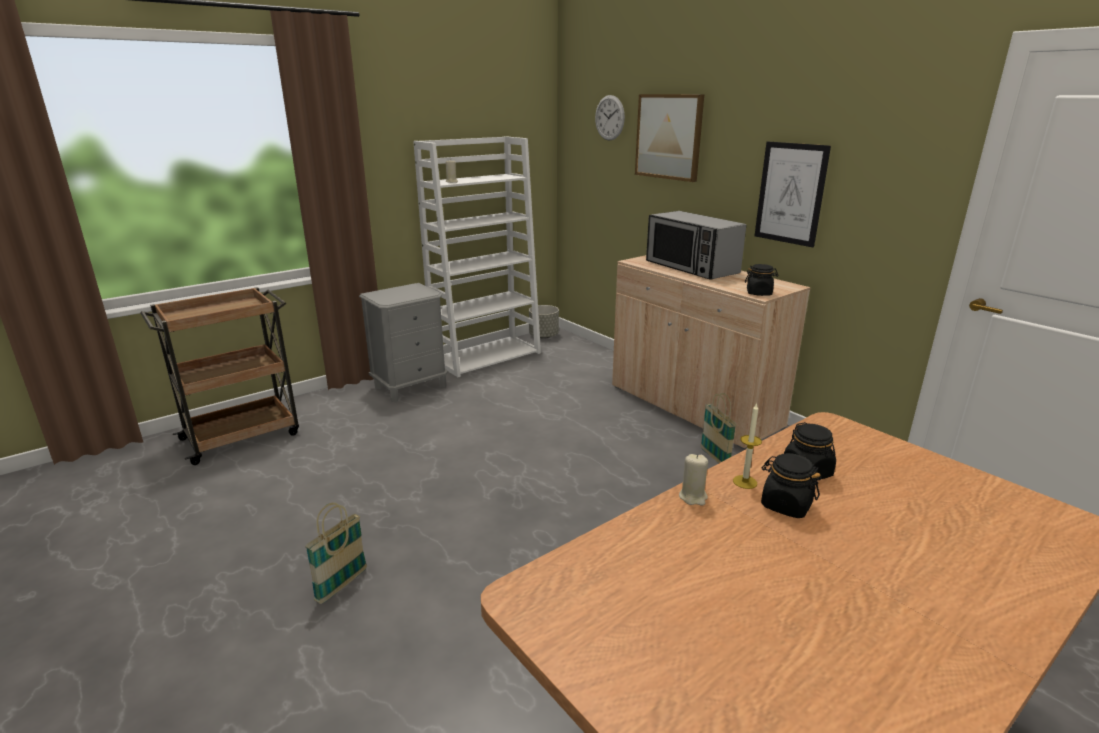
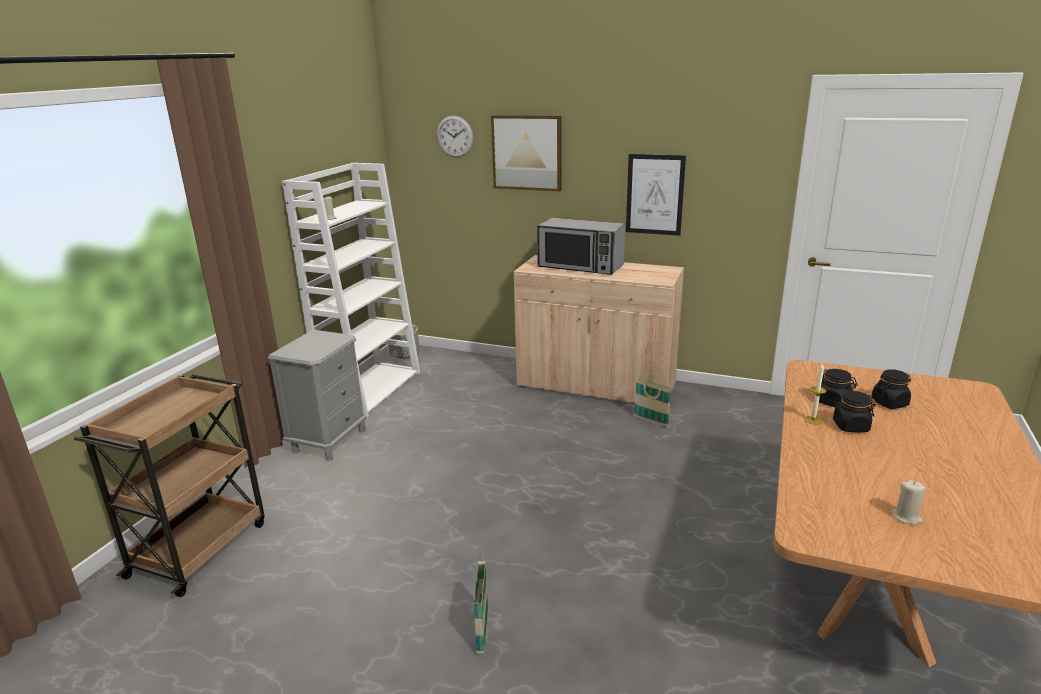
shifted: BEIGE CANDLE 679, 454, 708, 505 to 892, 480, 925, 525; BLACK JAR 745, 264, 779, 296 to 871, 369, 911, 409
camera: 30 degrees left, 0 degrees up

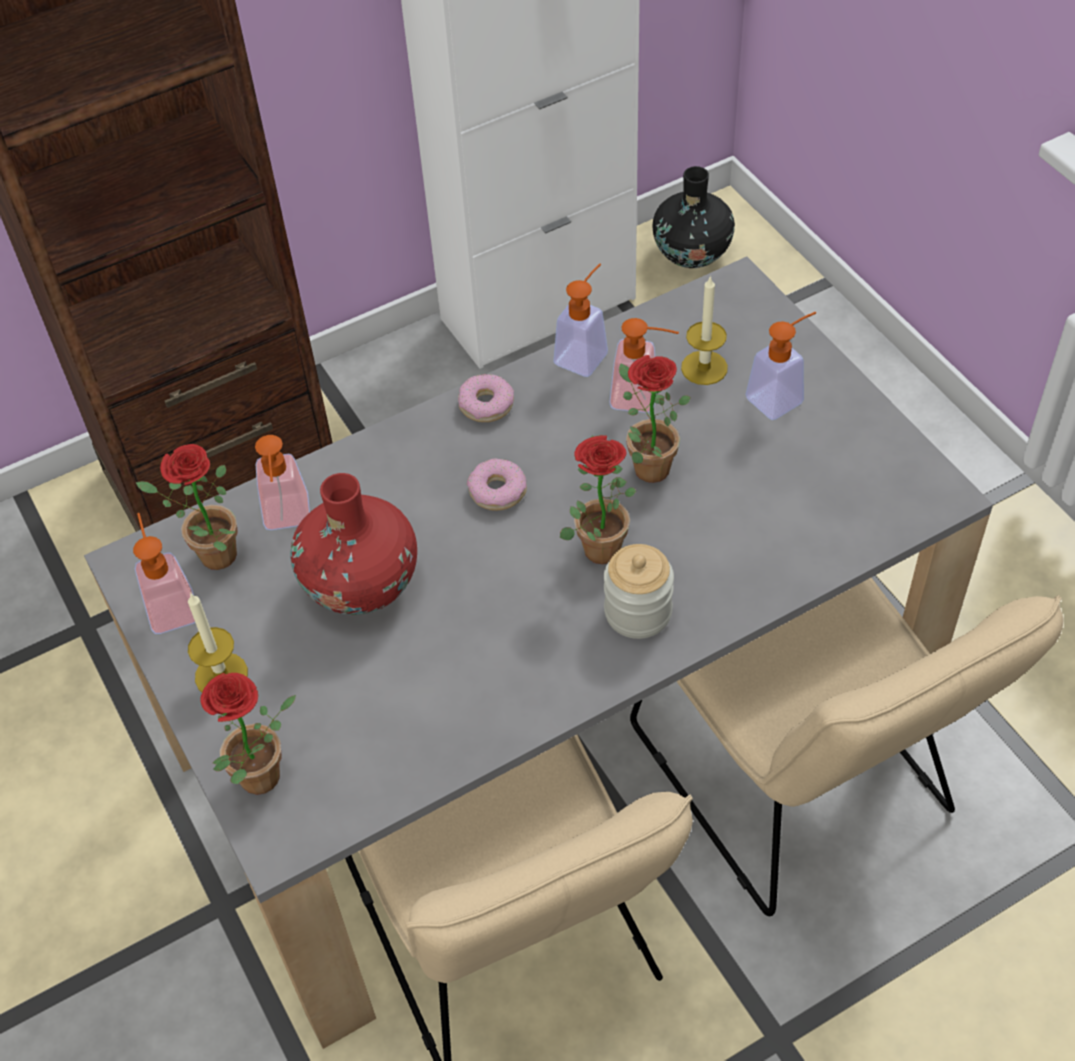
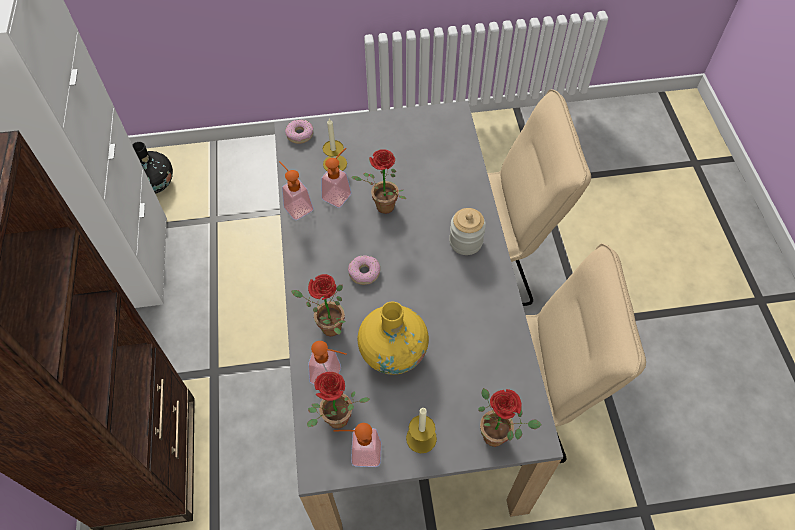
gone: SOAP DISPENSER 745, 312, 816, 420
shifted: DONUT 458, 374, 514, 422 to 285, 120, 313, 144; POTTED PLANT 560, 435, 636, 564 to 291, 274, 345, 336
repainted: RED VASE 291, 473, 417, 615 to YELLOW VASE 357, 302, 429, 375
camera: 70 degrees left, 5 degrees up

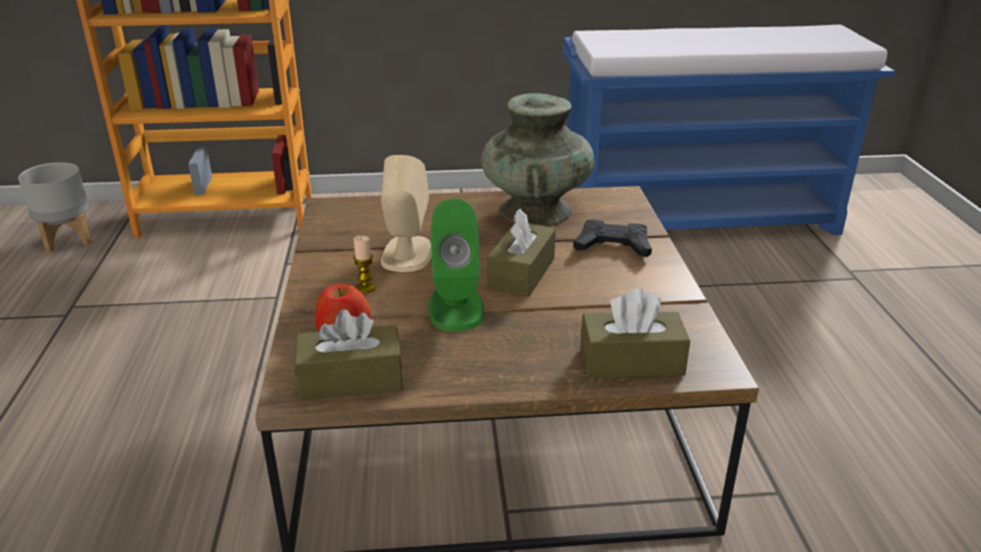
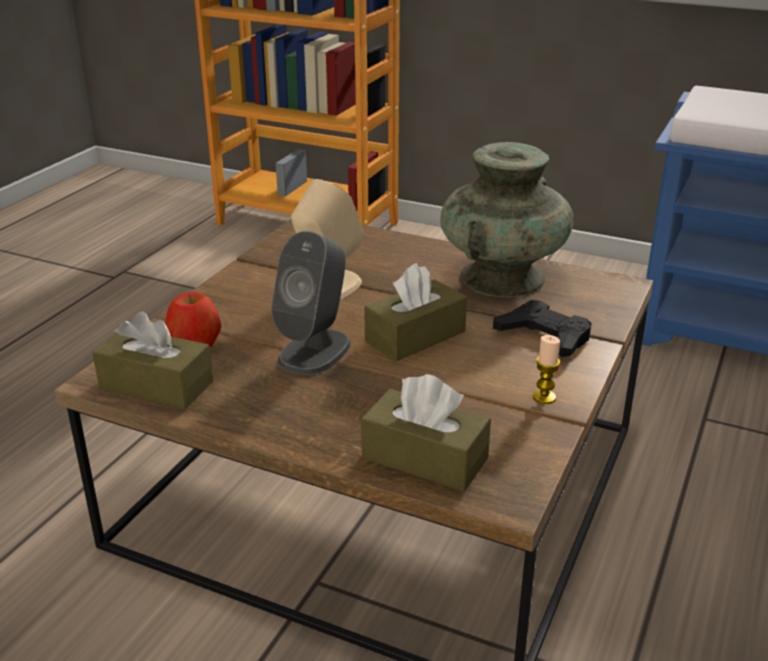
gone: GREY PLANTER 18, 162, 92, 253
shifted: CANDLE 353, 236, 375, 293 to 533, 335, 561, 404
repainted: GREEN SPEAKER 428, 198, 484, 331 to GREY SPEAKER 271, 231, 351, 375
camera: 30 degrees right, 0 degrees up

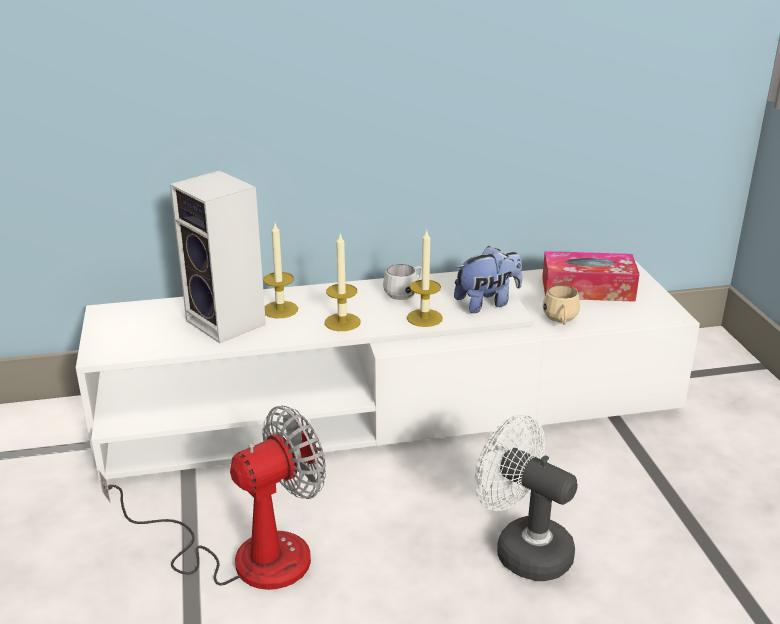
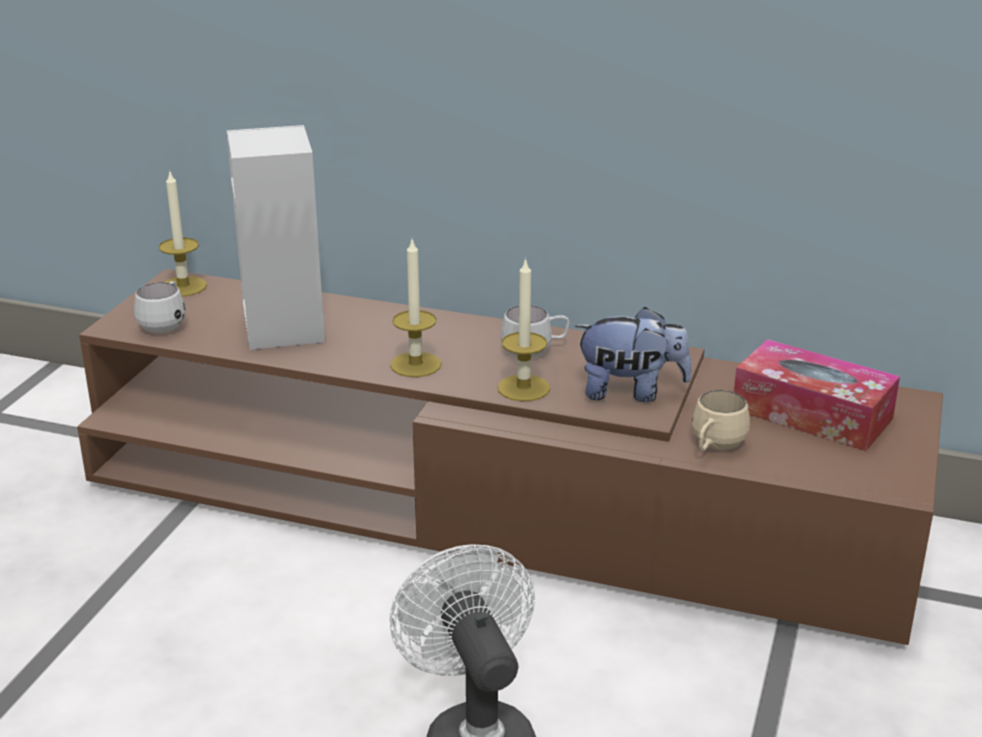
gone: FAN 98, 406, 326, 590
new: WHITE MUG 134, 281, 185, 333
shifted: CANDLE 263, 223, 298, 318 to 159, 172, 207, 297
repainted: WHITE TV STAND 76, 260, 700, 480 to BROWN TV STAND 77, 269, 943, 645
camera: 30 degrees right, 0 degrees up

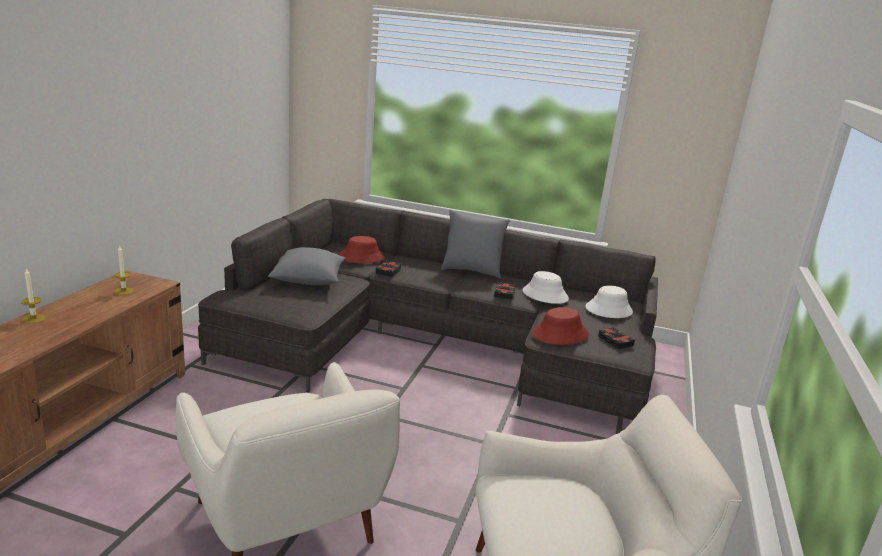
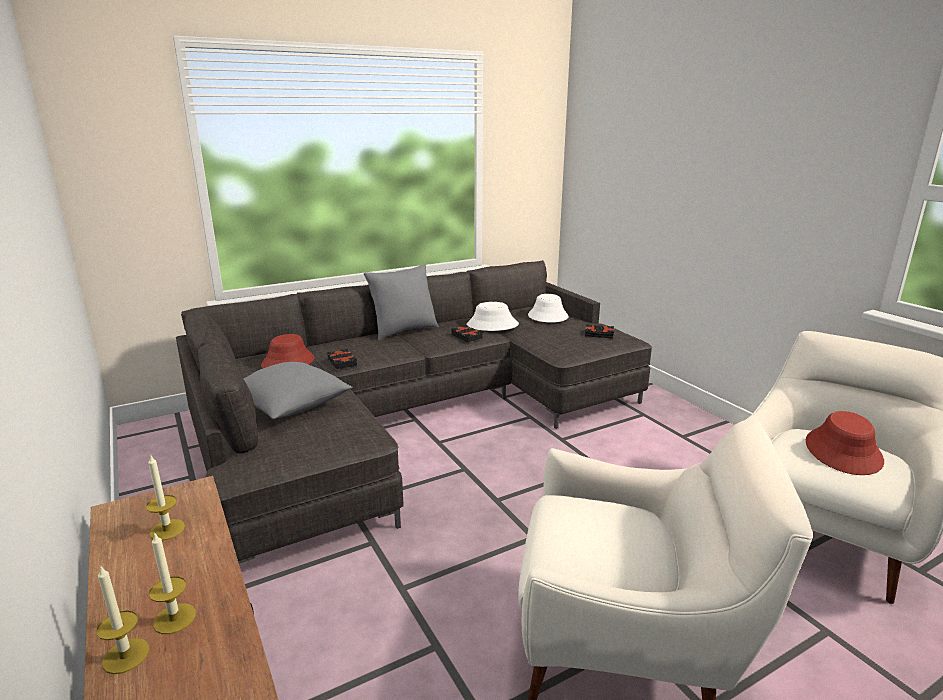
new: CANDLE 149, 534, 196, 634
shifted: RED HAT 532, 307, 589, 345 to 806, 411, 884, 475
camera: 45 degrees left, 0 degrees up

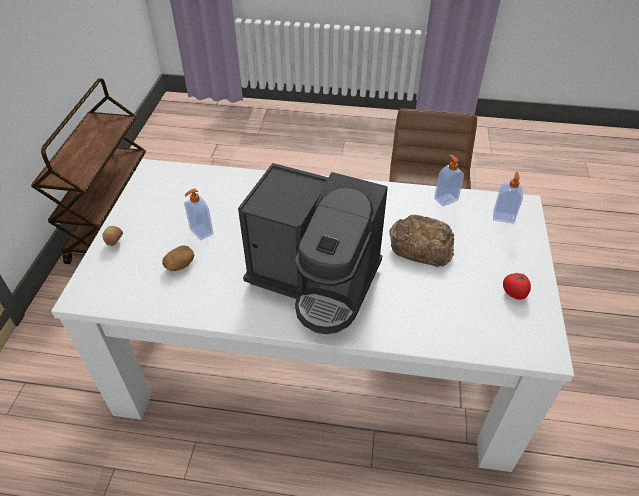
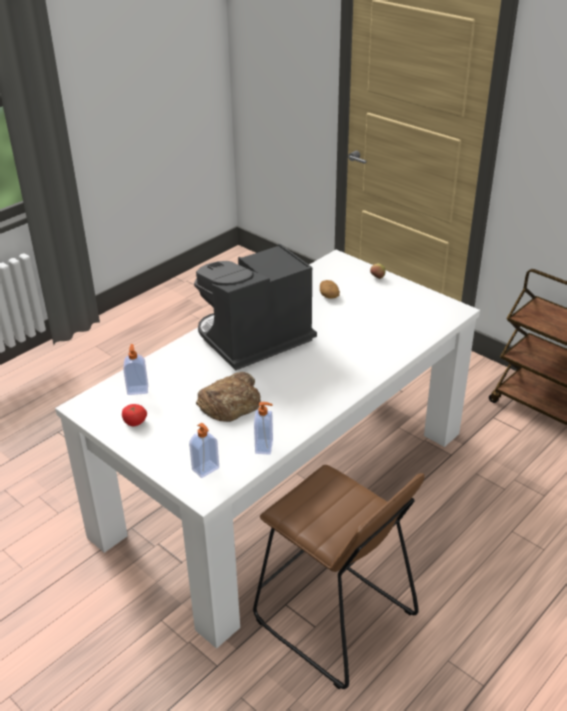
shifted: SOAP DISPENSER 184, 189, 213, 240 to 123, 344, 148, 395
camera: 125 degrees right, 10 degrees down

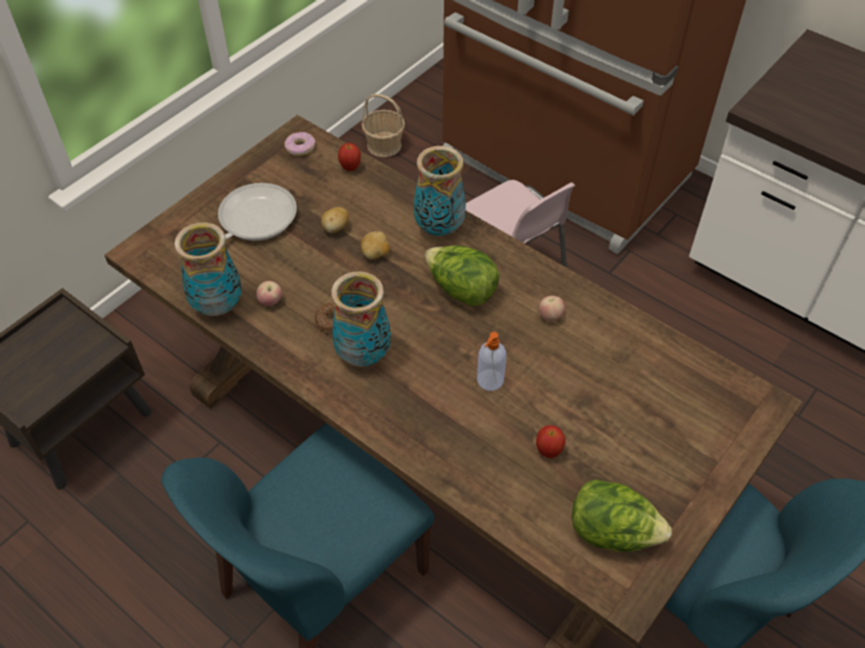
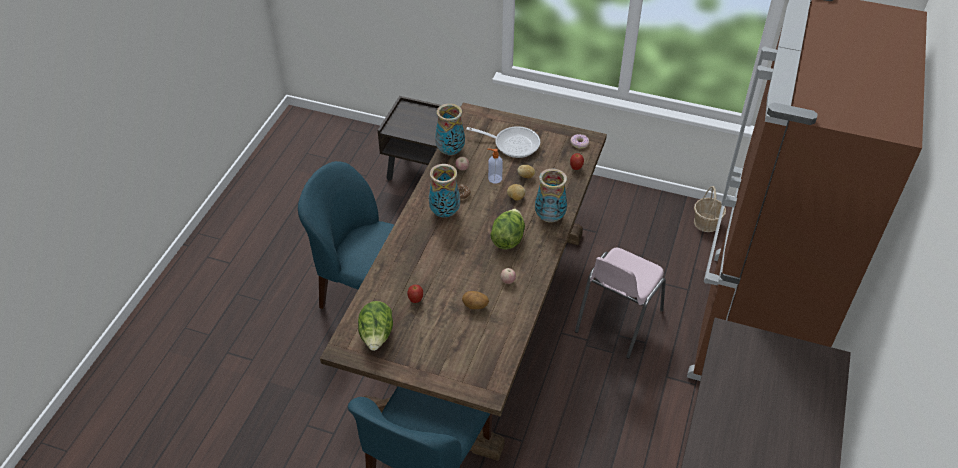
new: POTATO 462, 291, 489, 309
shifted: SOAP DISPENSER 477, 332, 506, 391 to 487, 149, 503, 184
camera: 70 degrees right, 5 degrees down

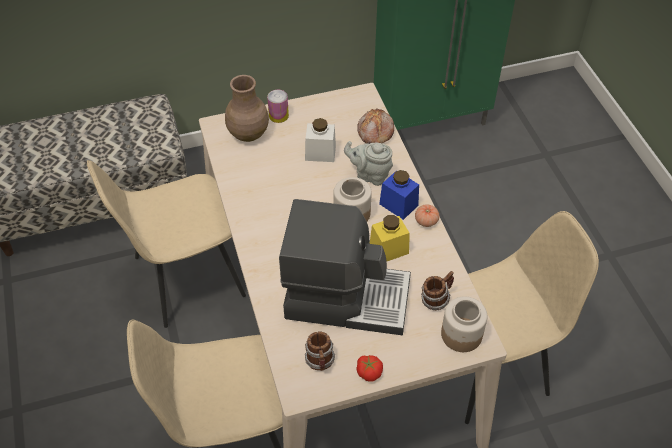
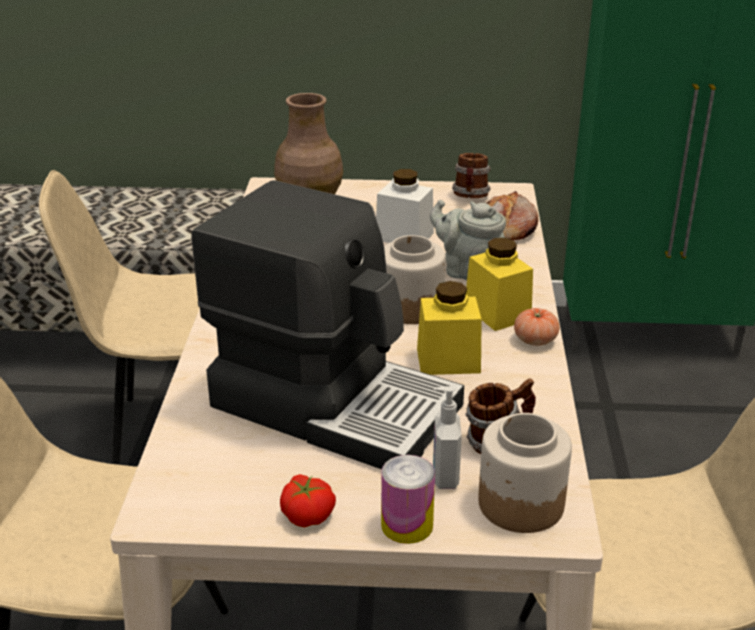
new: SOAP DISPENSER 433, 386, 462, 489
shifted: CAN 267, 89, 289, 123 to 381, 455, 435, 544; MUG 305, 332, 335, 371 to 452, 153, 491, 198
repainted: BLUE JAR 379, 170, 419, 220 to YELLOW JAR 466, 238, 533, 331
camera: 20 degrees right, 20 degrees down

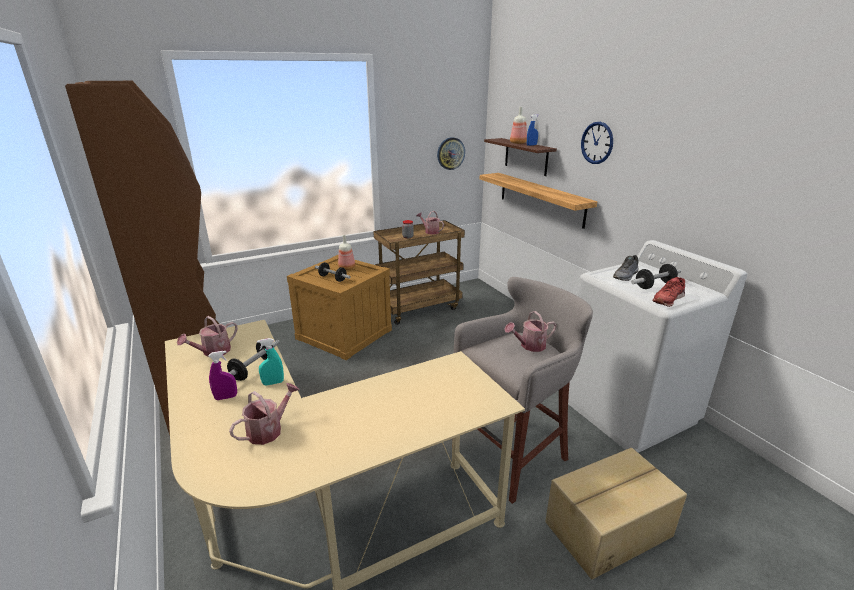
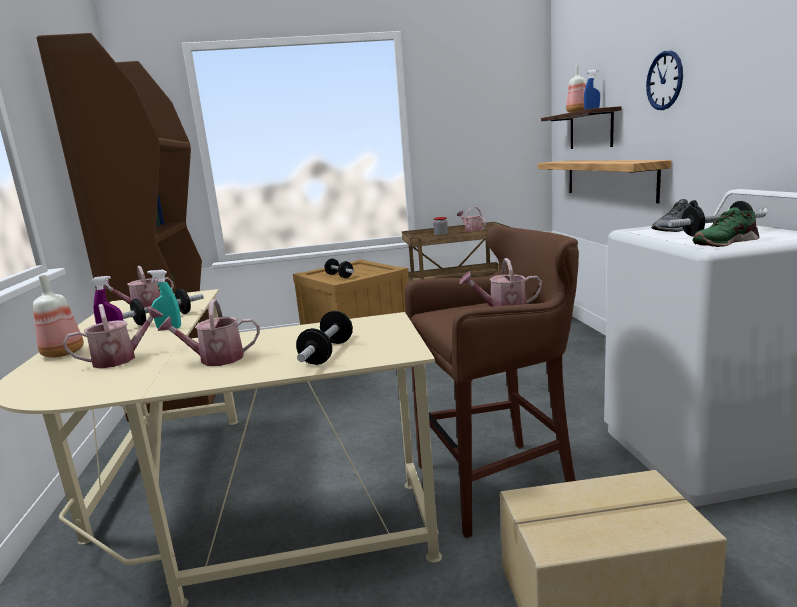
gone: WALL CLOCK 437, 137, 465, 170
new: WATERING CAN 158, 299, 260, 366; DUMBBELL 296, 311, 353, 365
shifted: BOTTLE 338, 235, 355, 270 to 33, 275, 84, 358
repainted: GREY STOOL 454, 277, 593, 504 to BROWN STOOL 405, 226, 579, 538; RED SHOE 653, 277, 685, 307 to GREEN SHOE 692, 207, 759, 247
camera: 20 degrees right, 10 degrees down

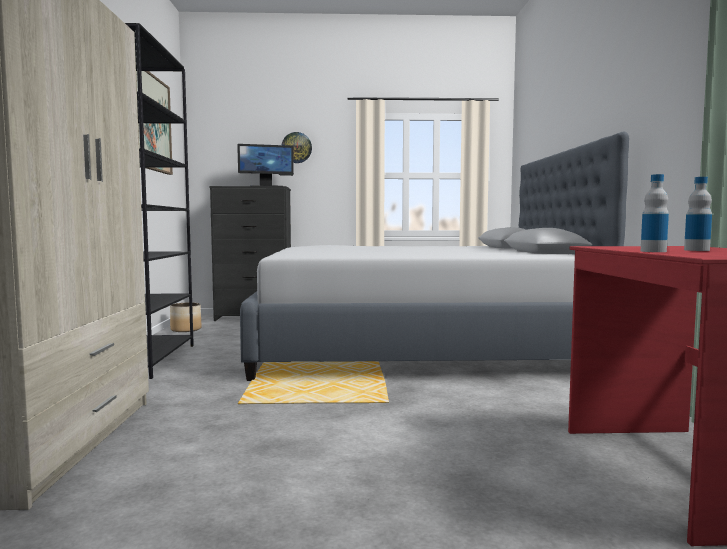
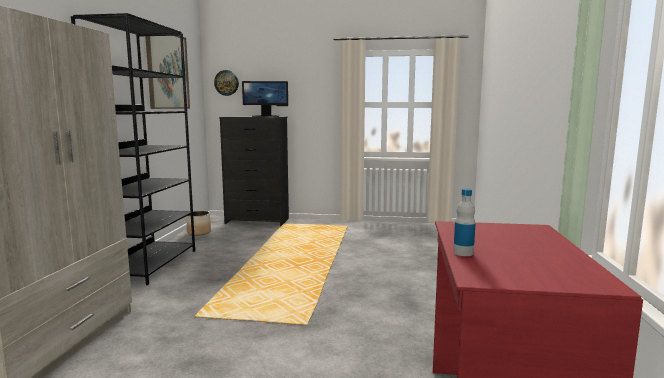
gone: GREY BED 240, 132, 629, 381; BOTTLE 684, 177, 712, 251
shifted: WALL CLOCK 281, 132, 312, 163 to 214, 70, 239, 96
camera: 10 degrees right, 5 degrees up

